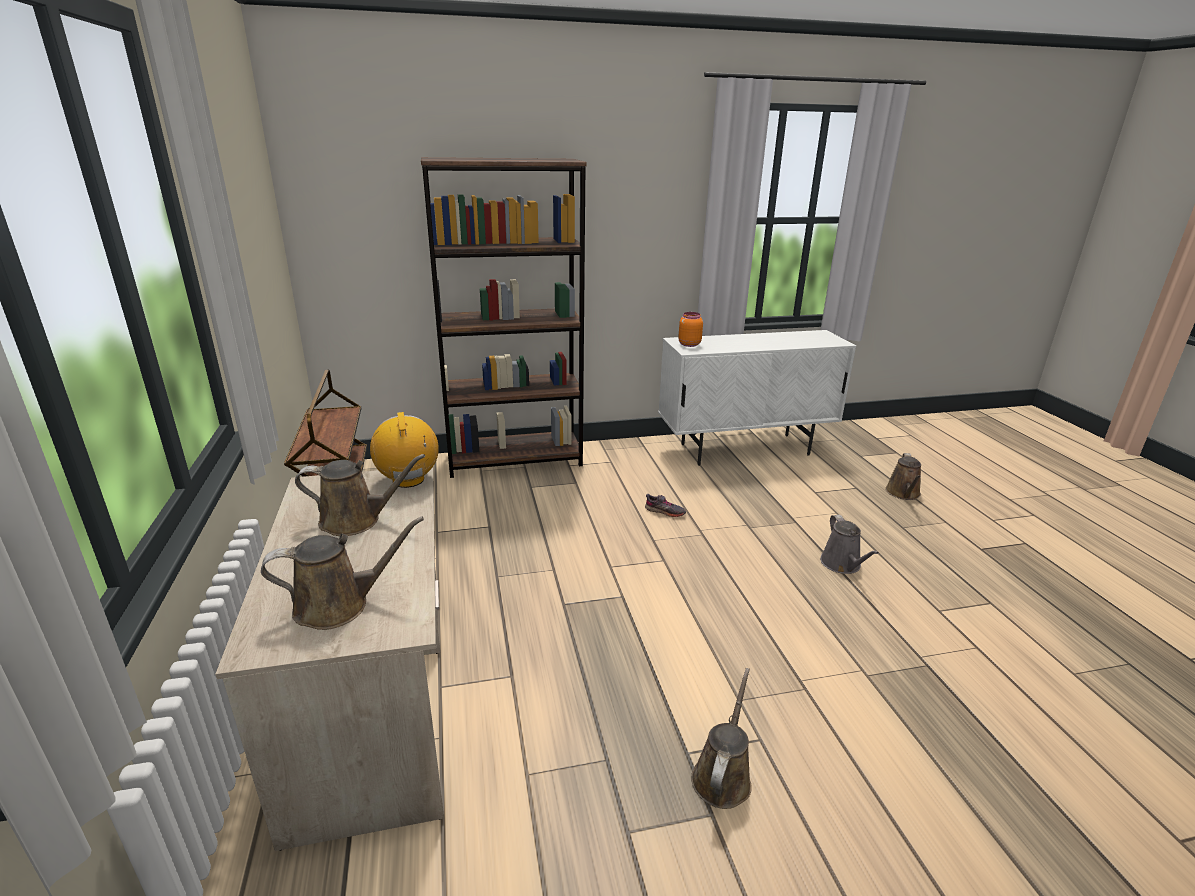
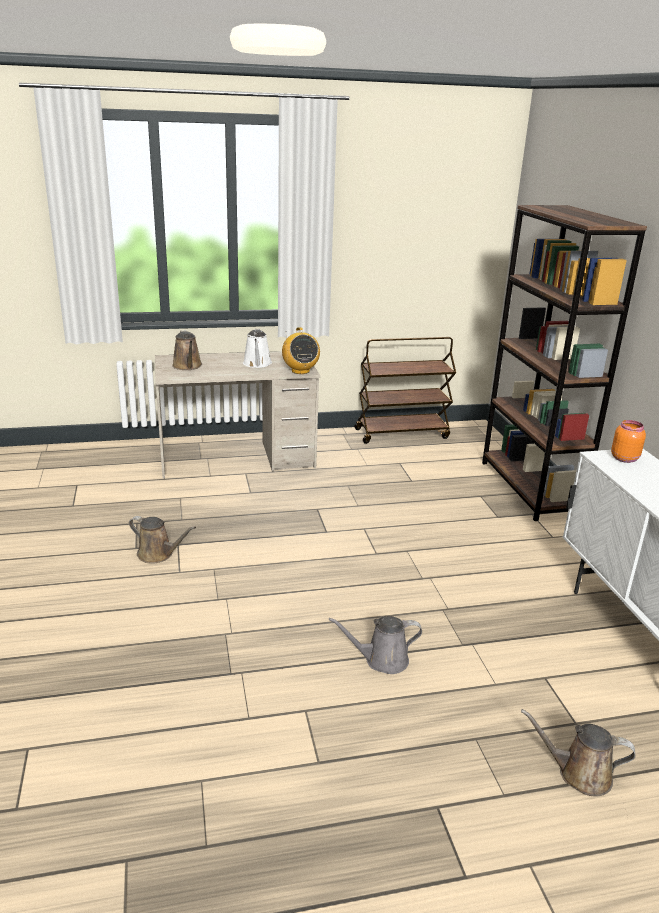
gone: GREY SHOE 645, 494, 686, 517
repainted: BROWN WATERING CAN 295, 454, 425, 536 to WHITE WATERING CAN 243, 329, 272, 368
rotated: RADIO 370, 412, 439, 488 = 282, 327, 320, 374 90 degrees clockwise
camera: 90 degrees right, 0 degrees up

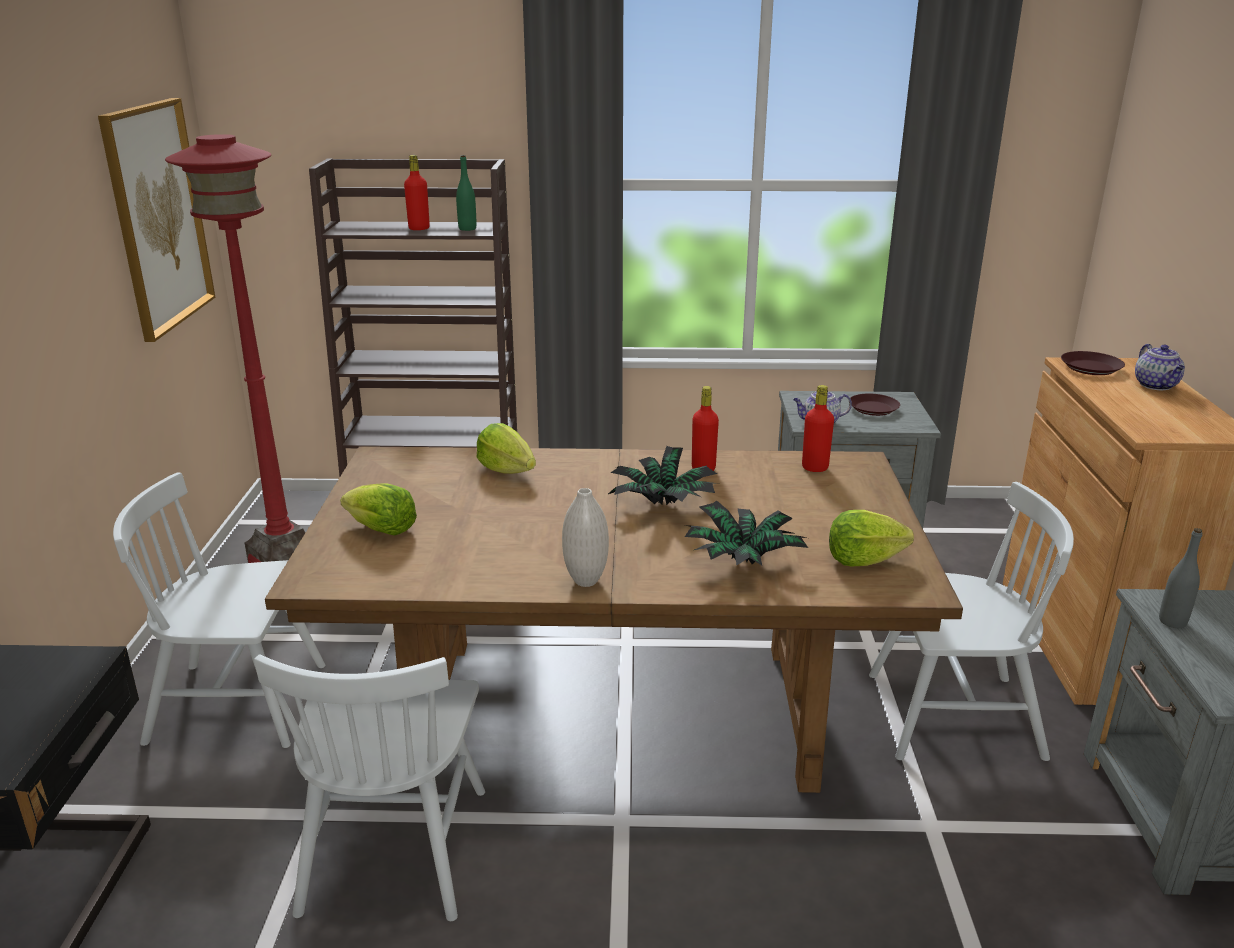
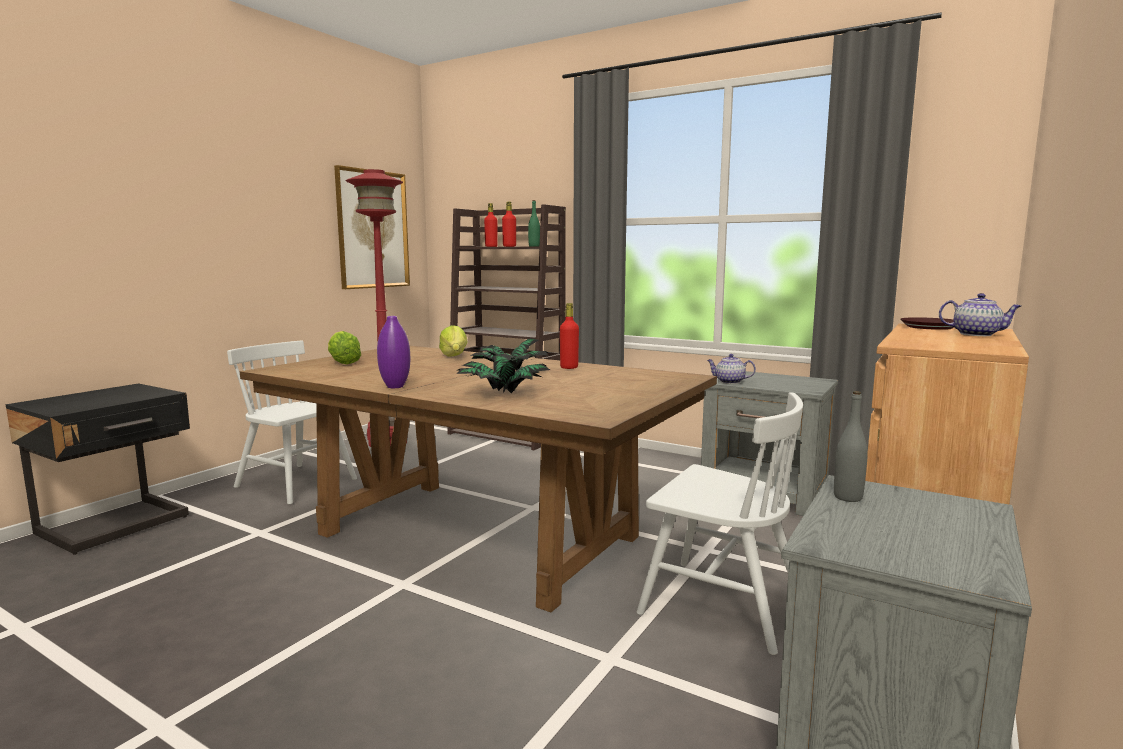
gone: WHITE CHAIR 254, 654, 485, 921; LETTUCE 829, 510, 914, 566; BROWN PLATE 850, 393, 900, 416
shifted: RED BOTTLE 802, 385, 834, 472 to 484, 203, 497, 247
repainted: WHITE VASE 562, 488, 609, 587 to PURPLE VASE 377, 316, 410, 388
rotated: TEAPOT 1135, 344, 1185, 390 = 939, 293, 1021, 336 90 degrees counterclockwise
camera: 30 degrees right, 15 degrees down

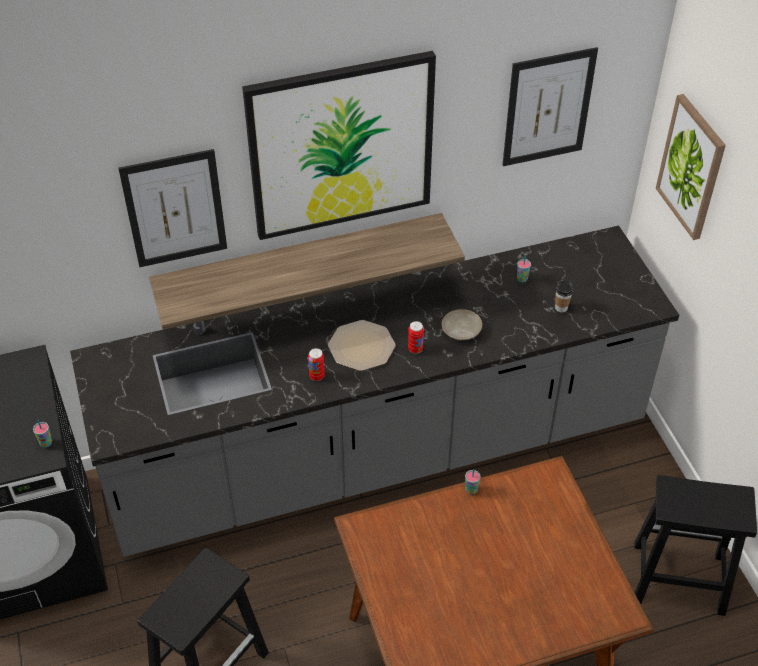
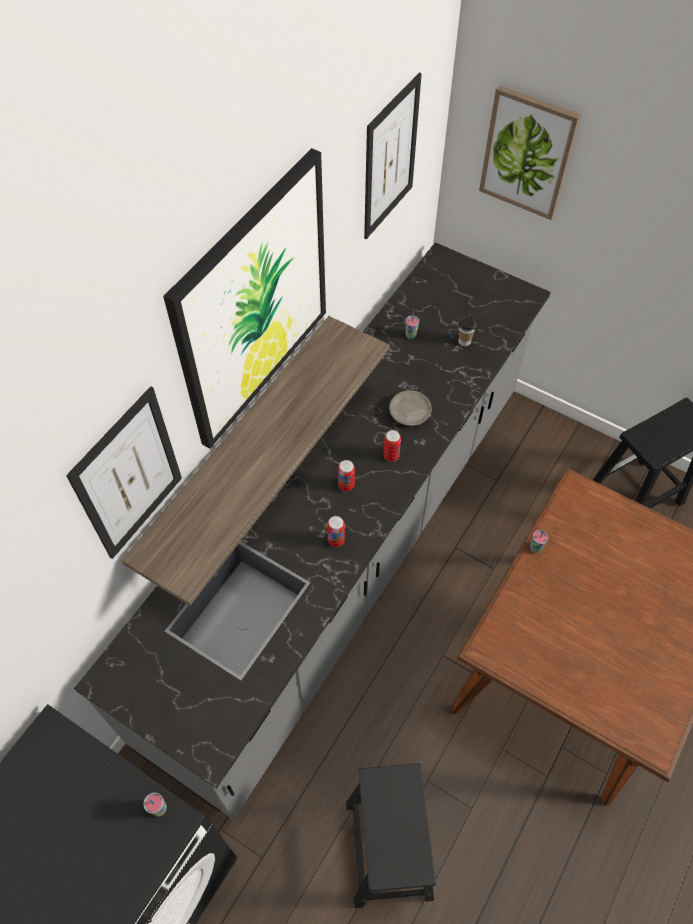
swapped: PLATE 328, 320, 395, 371 to CAN 338, 460, 355, 491
camera: 40 degrees left, 10 degrees up

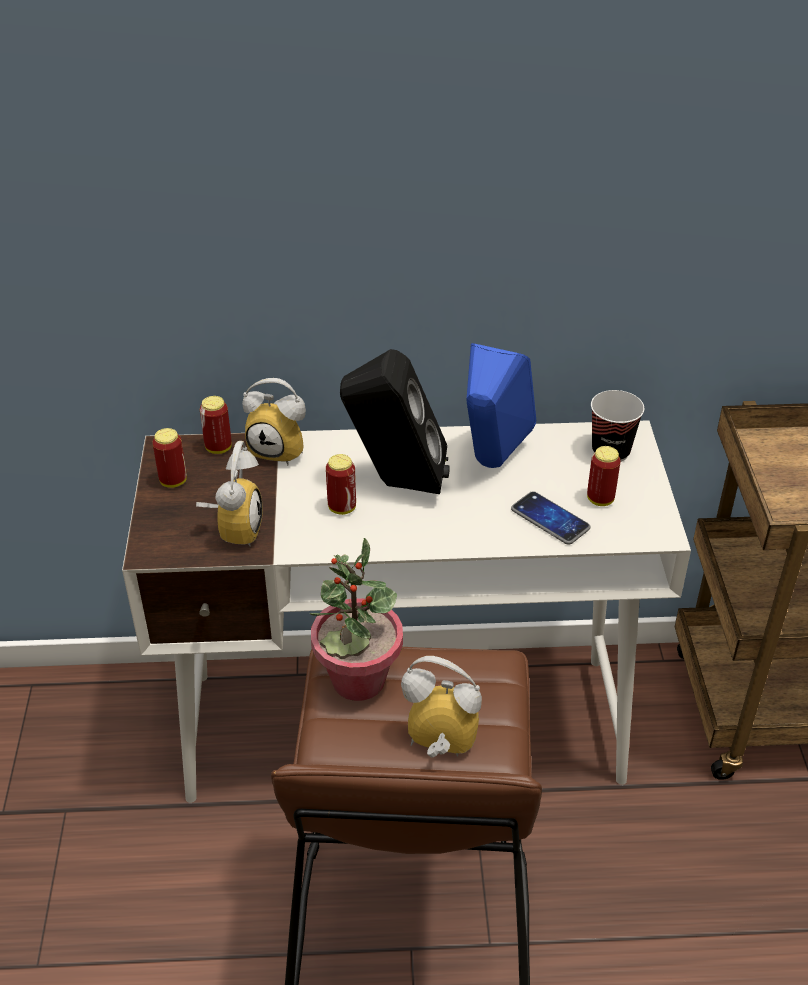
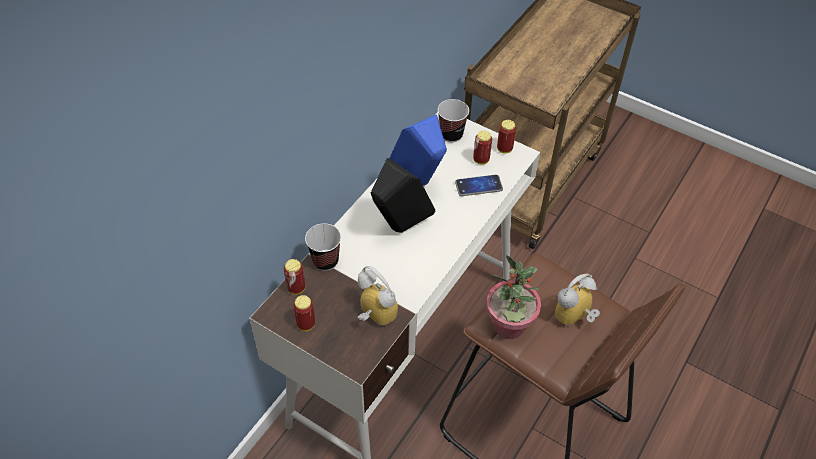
shifted: CAN 326, 454, 356, 515 to 497, 120, 516, 154
swapped: ALARM CLOCK 242, 378, 306, 465 to CUP 305, 223, 341, 271
camera: 55 degrees left, 10 degrees up

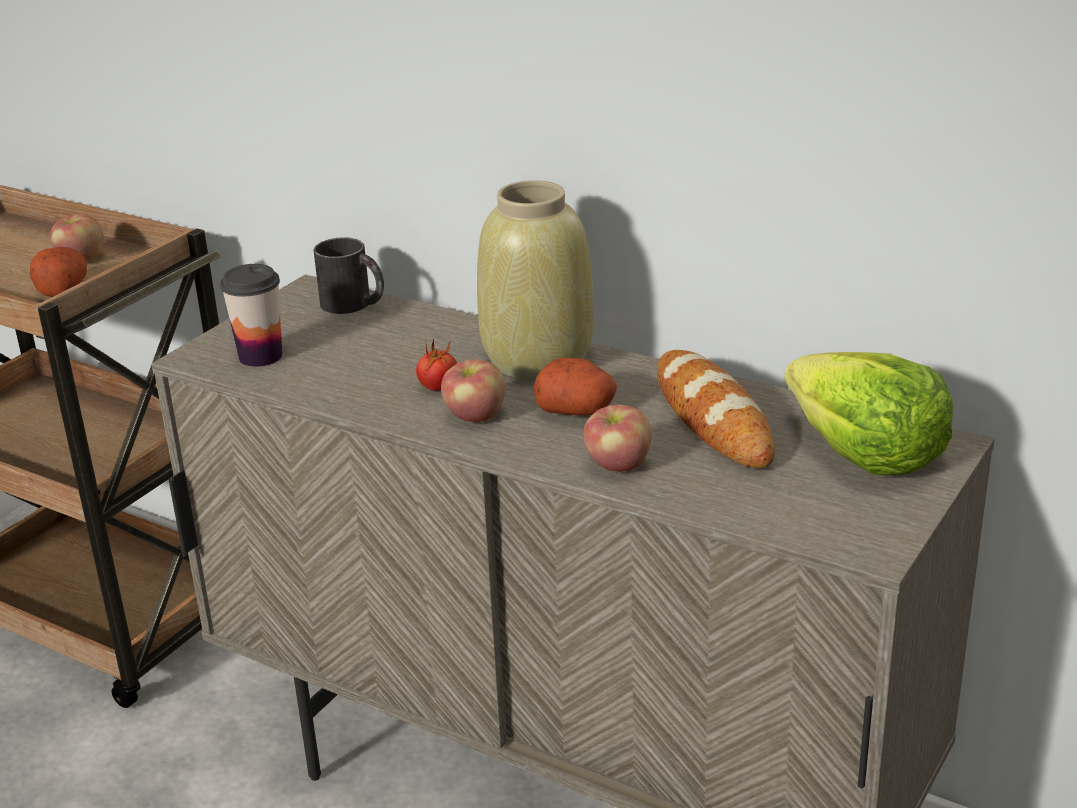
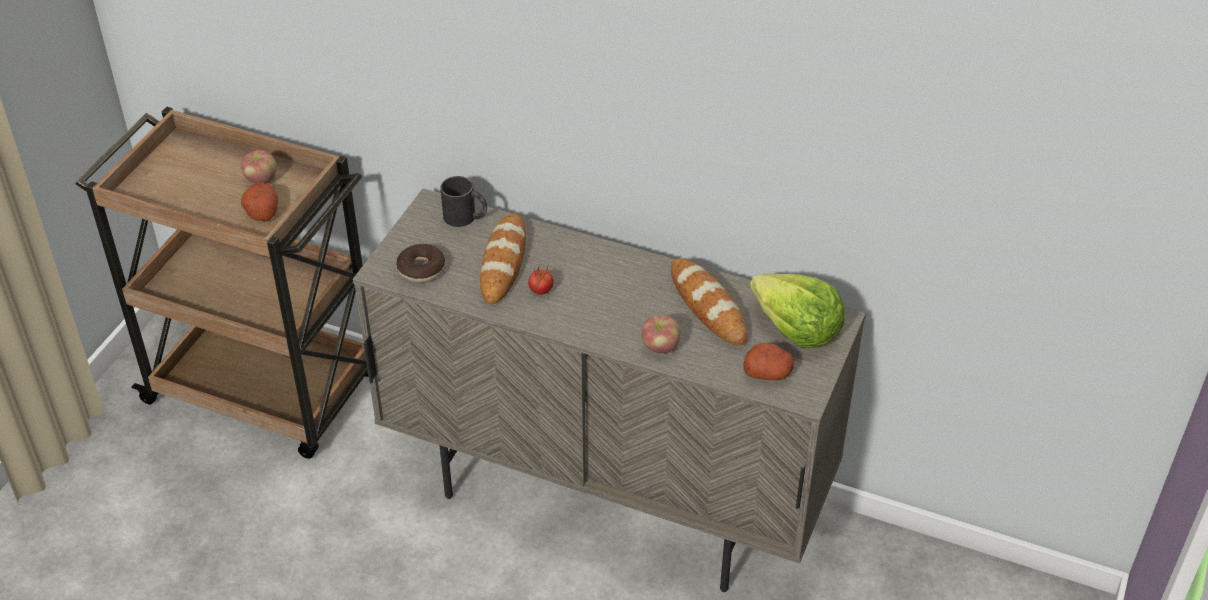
gone: APPLE 441, 359, 505, 422; BEIGE VASE 477, 180, 594, 380
new: BREAD 480, 213, 526, 304
shifted: POTATO 534, 358, 617, 415 to 743, 343, 794, 380
swapped: CUP 220, 264, 282, 367 to DONUT 397, 244, 445, 283
camera: 10 degrees left, 15 degrees up

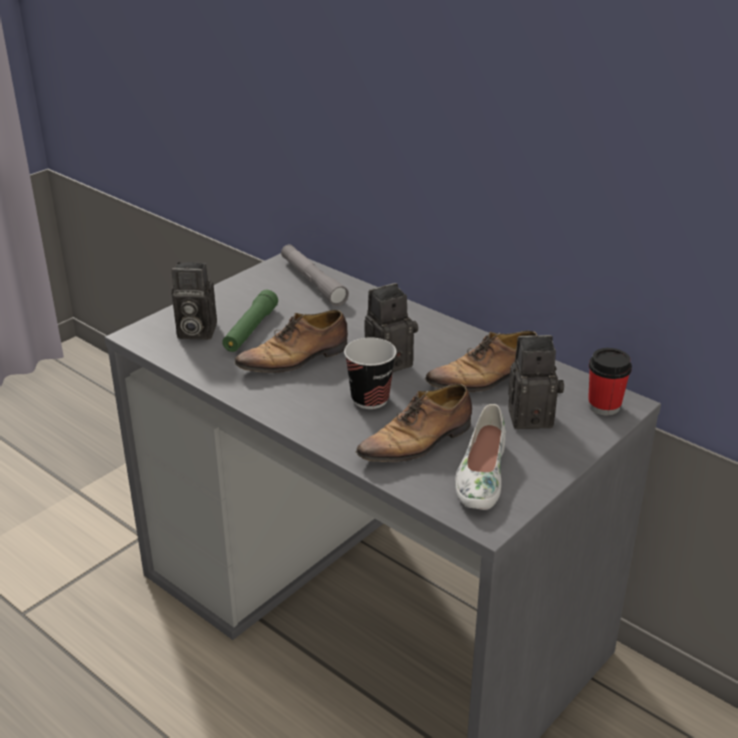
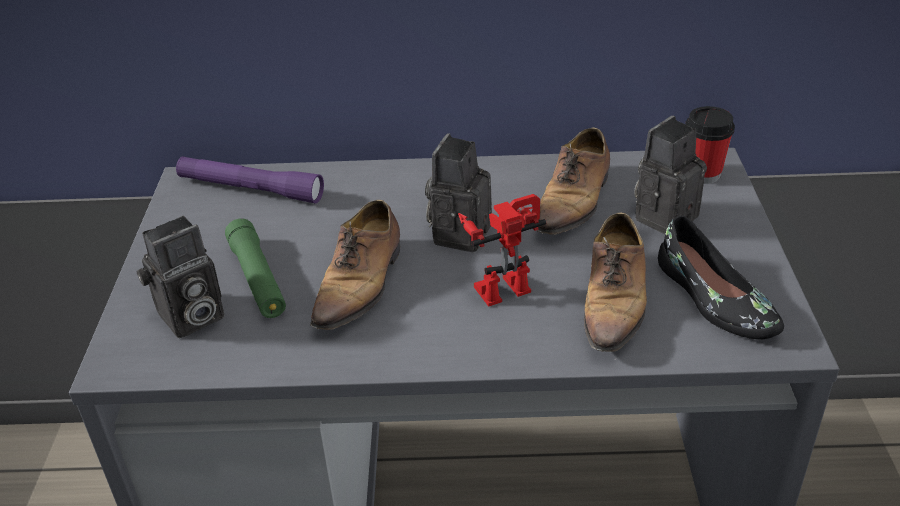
swapped: CUP 344, 338, 397, 409 to TOY ROBOT 458, 194, 546, 307
repainted: GREY FLASHLIGHT 281, 244, 349, 306 to PURPLE FLASHLIGHT 176, 156, 324, 204; WHITE SHOE 455, 404, 506, 510 to BLACK SHOE 658, 215, 784, 340
camera: 40 degrees left, 5 degrees up

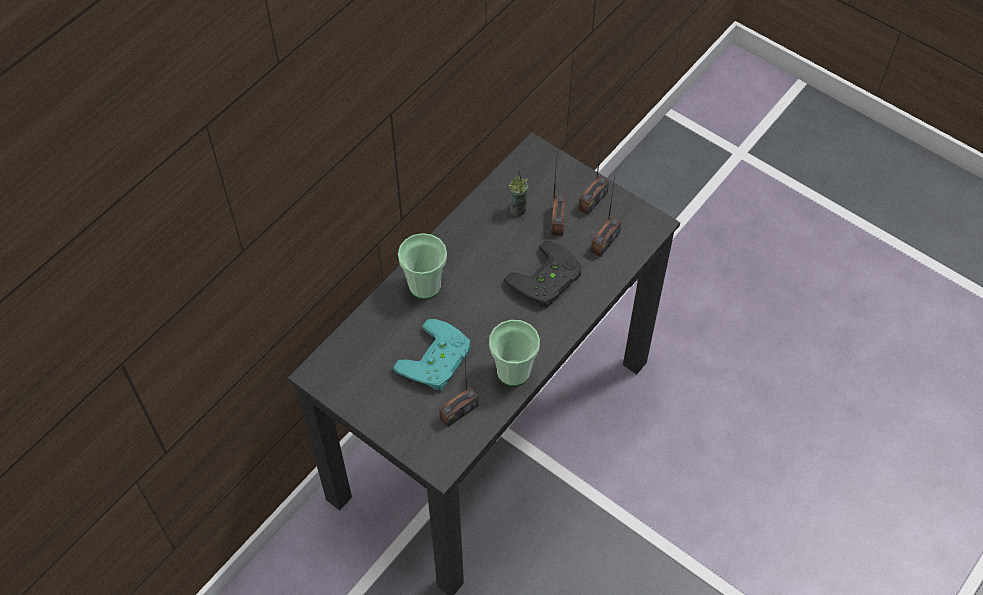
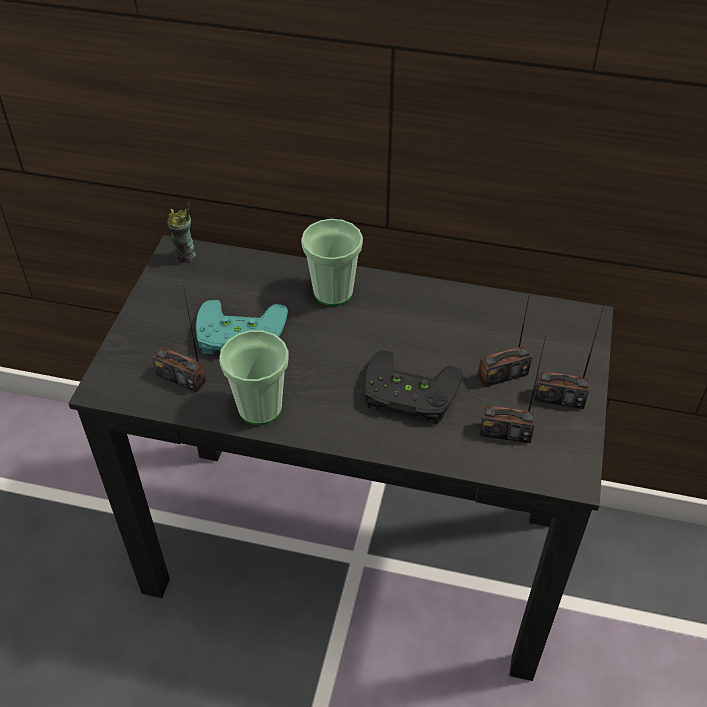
shifted: CUP 508, 170, 529, 216 to 167, 203, 196, 263
camera: 65 degrees right, 10 degrees down

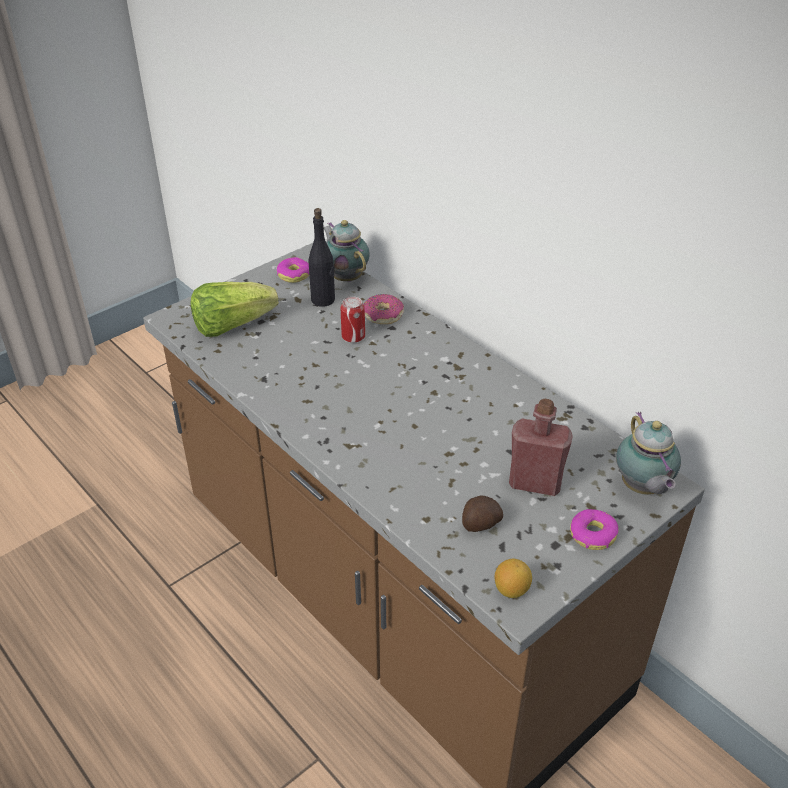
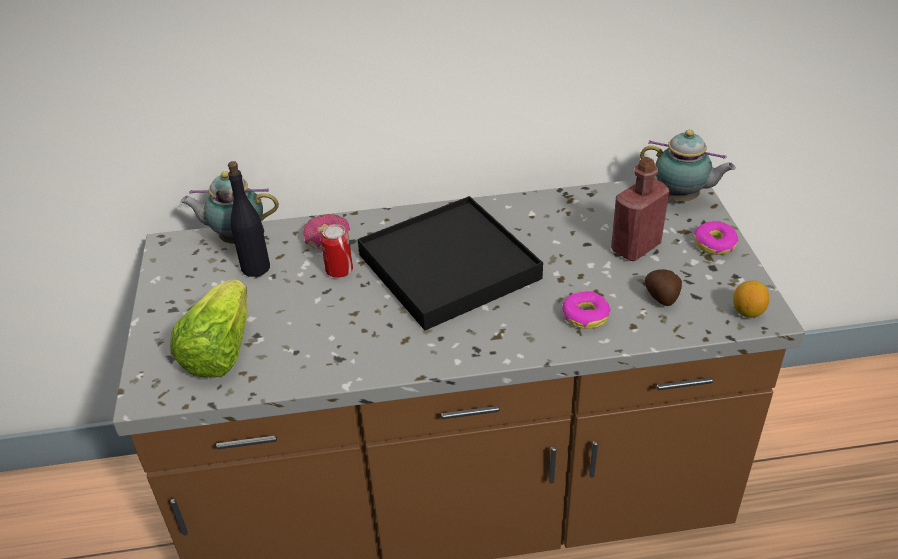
new: BLACK TRAY 357, 196, 543, 330
shifted: DONUT 277, 257, 309, 283 to 562, 291, 610, 329
camera: 55 degrees left, 0 degrees up

